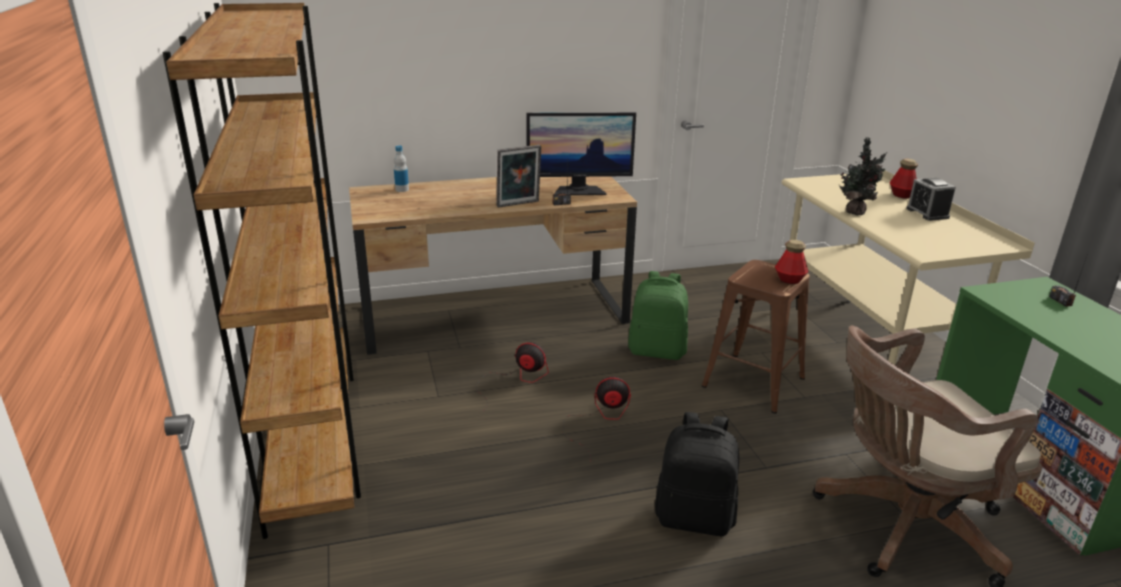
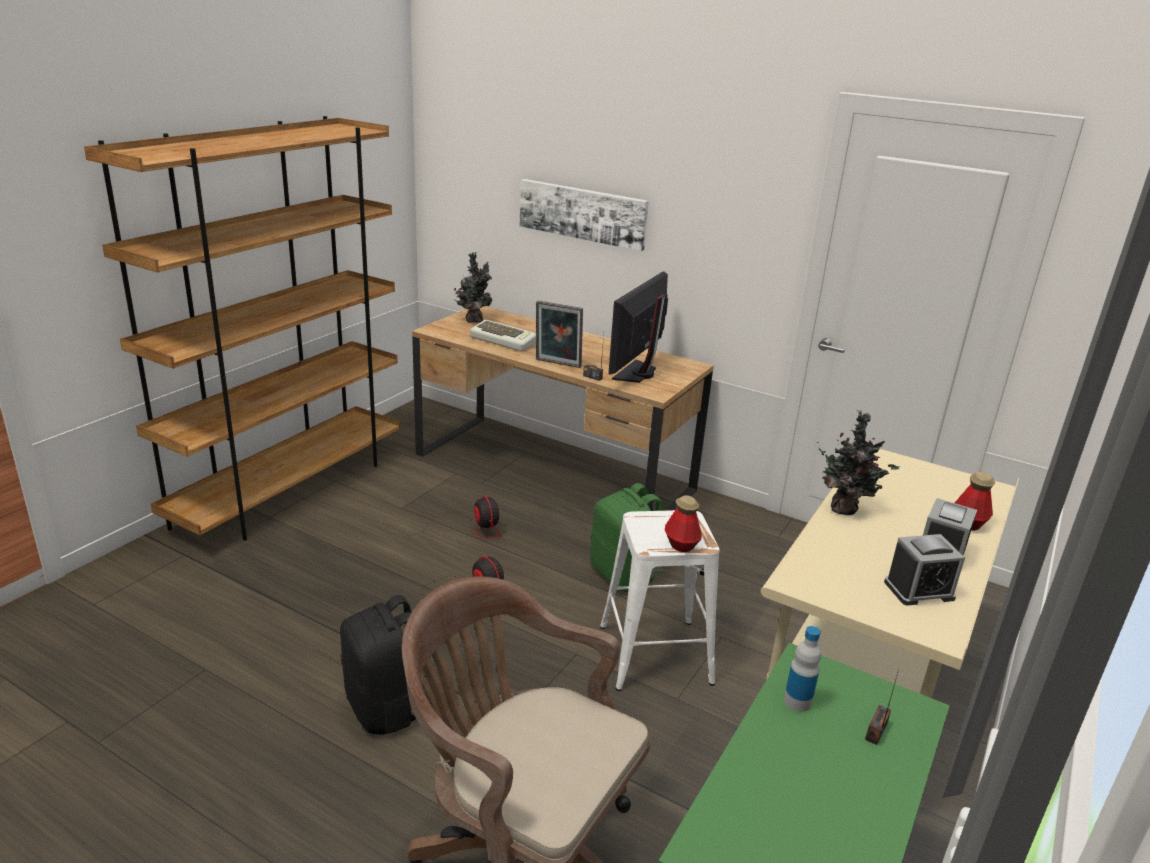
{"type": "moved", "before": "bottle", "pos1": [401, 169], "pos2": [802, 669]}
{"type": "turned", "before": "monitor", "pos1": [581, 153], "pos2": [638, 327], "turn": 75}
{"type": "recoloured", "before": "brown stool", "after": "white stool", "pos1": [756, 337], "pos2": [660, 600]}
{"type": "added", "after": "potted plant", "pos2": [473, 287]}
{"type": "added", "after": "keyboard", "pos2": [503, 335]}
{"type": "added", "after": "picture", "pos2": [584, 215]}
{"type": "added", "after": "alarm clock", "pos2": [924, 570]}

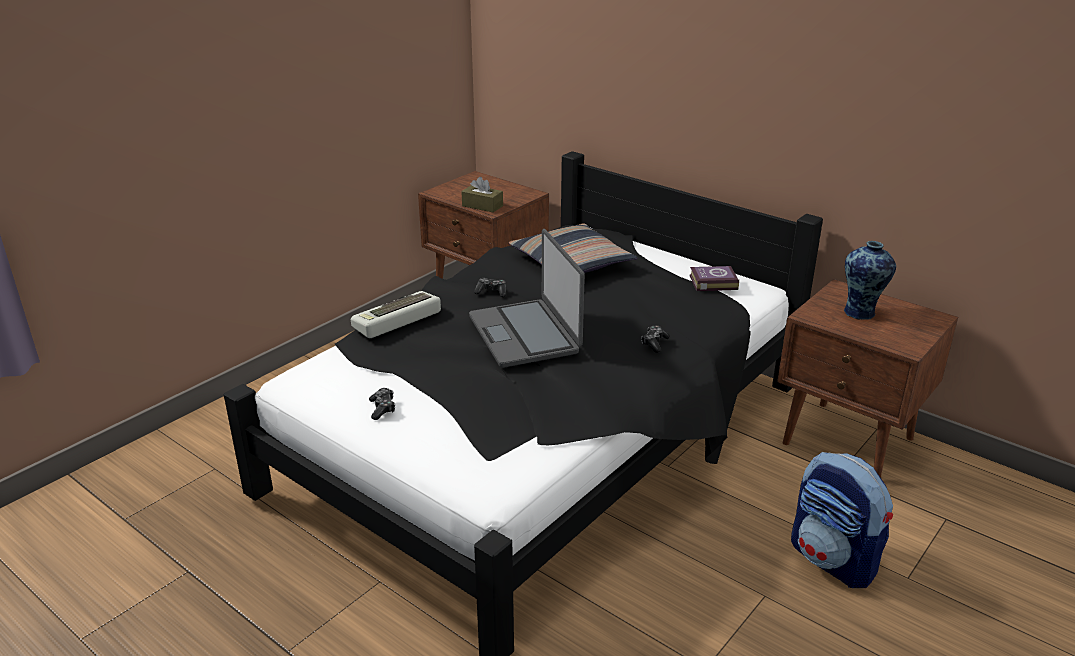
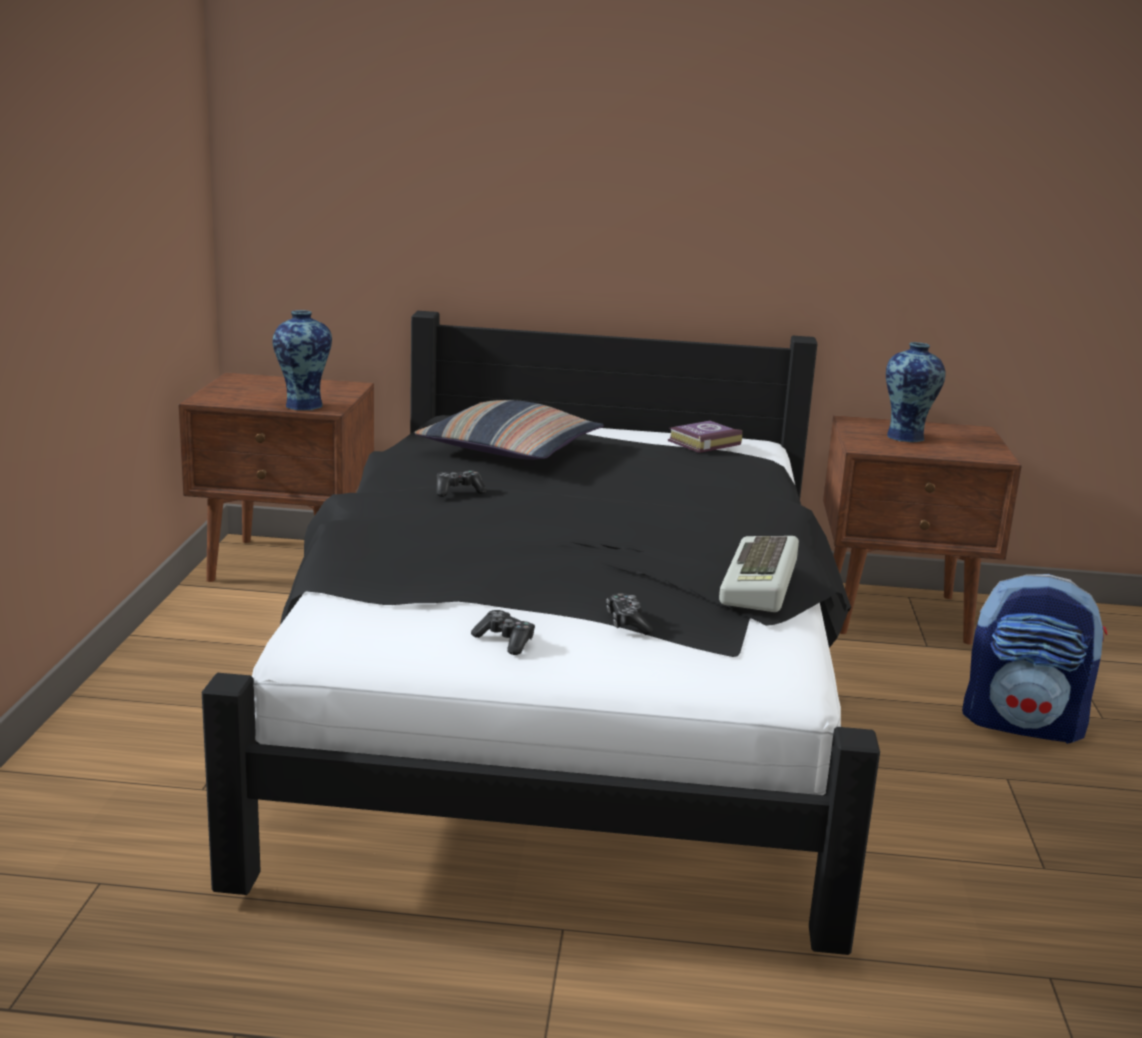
{"type": "moved", "before": "keyboard", "pos1": [396, 314], "pos2": [759, 574]}
{"type": "replaced", "before": "brown tissue box", "after": "vase", "pos1": [482, 195], "pos2": [302, 360]}
{"type": "removed", "before": "laptop", "pos1": [527, 298]}
{"type": "moved", "before": "game controller", "pos1": [655, 339], "pos2": [629, 614]}

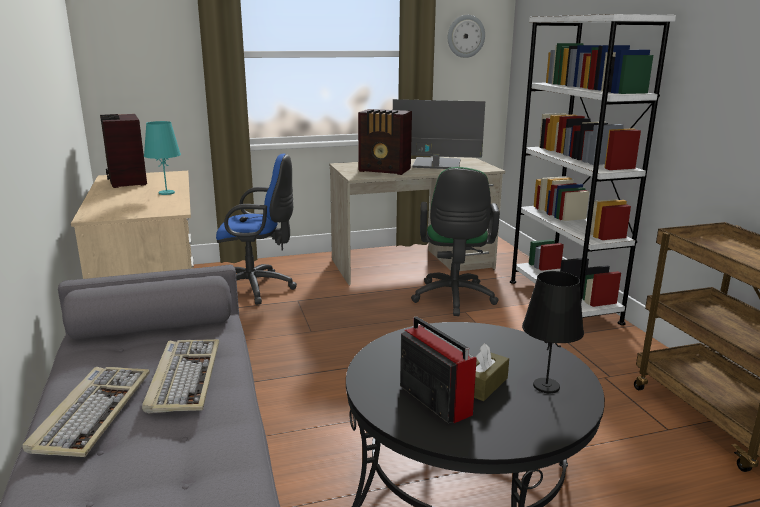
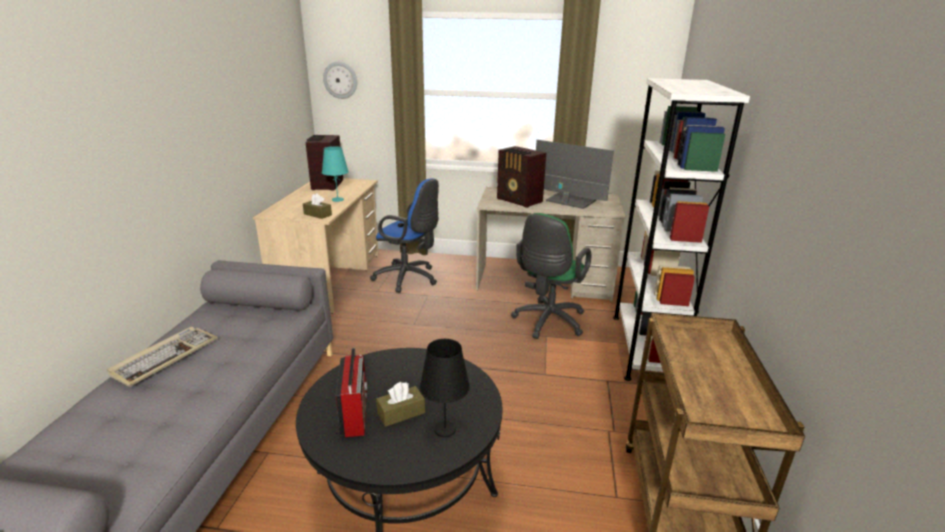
{"type": "removed", "before": "keyboard", "pos1": [180, 376]}
{"type": "moved", "before": "wall clock", "pos1": [466, 36], "pos2": [340, 80]}
{"type": "added", "after": "brown tissue box", "pos2": [317, 206]}

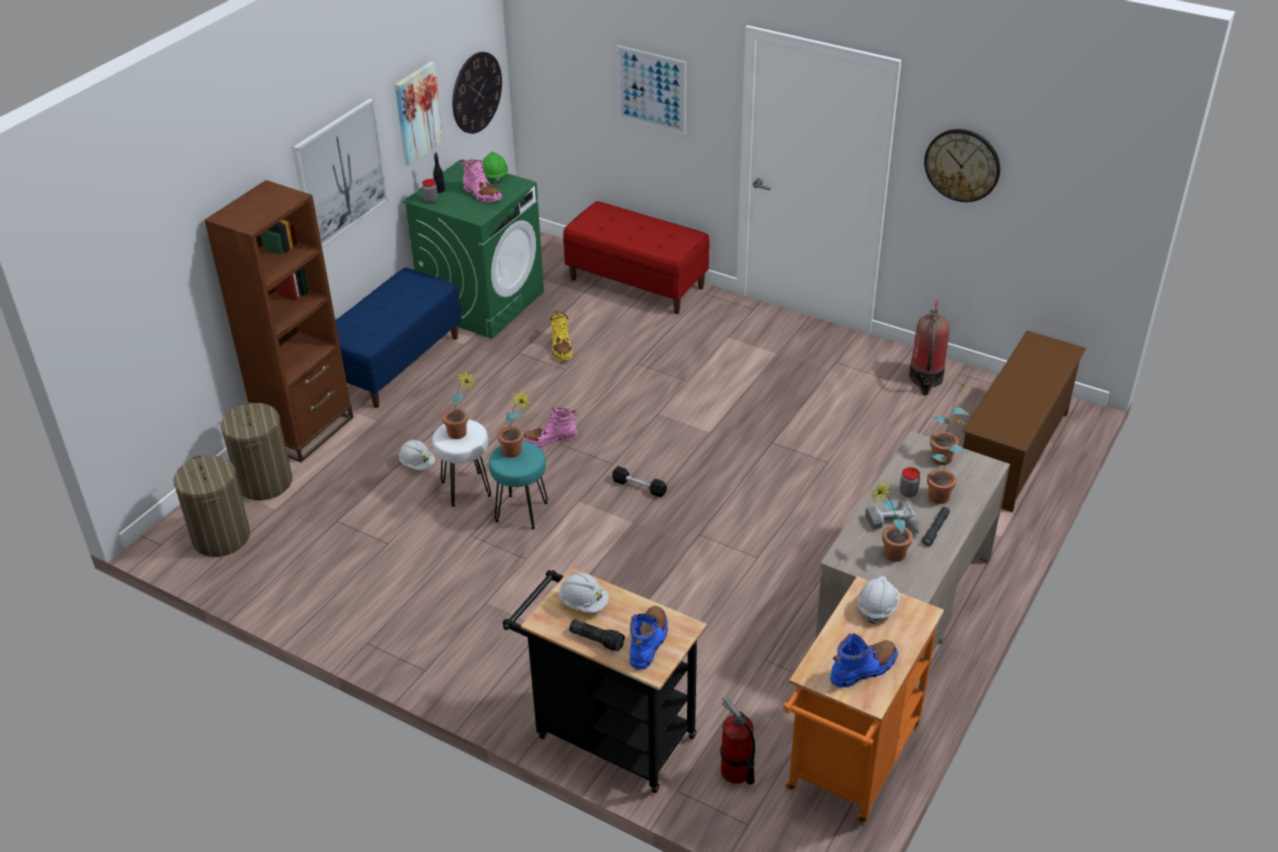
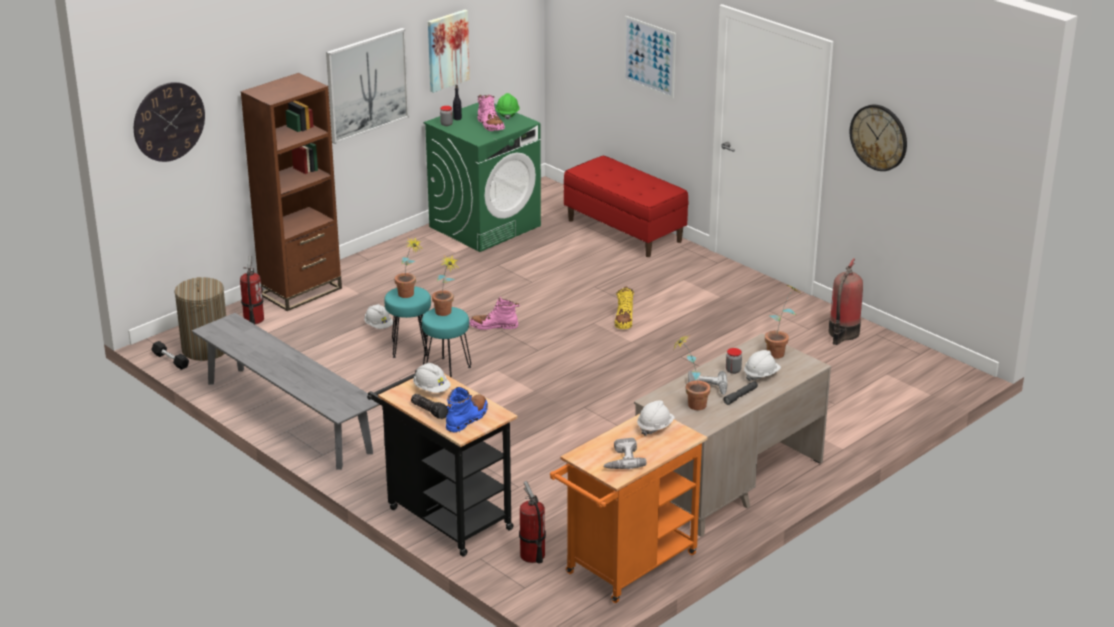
{"type": "replaced", "before": "laundry basket", "after": "fire extinguisher", "pos1": [256, 451], "pos2": [252, 290]}
{"type": "removed", "before": "blue bench", "pos1": [398, 337]}
{"type": "recoloured", "before": "white stool", "after": "turquoise stool", "pos1": [461, 463], "pos2": [407, 322]}
{"type": "moved", "before": "wall clock", "pos1": [477, 93], "pos2": [169, 122]}
{"type": "moved", "before": "yellow boot", "pos1": [561, 335], "pos2": [624, 307]}
{"type": "moved", "before": "black dumbbell", "pos1": [639, 481], "pos2": [170, 355]}
{"type": "replaced", "before": "blue boot", "after": "power drill", "pos1": [864, 660], "pos2": [625, 453]}
{"type": "replaced", "before": "potted plant", "after": "white hard hat", "pos1": [949, 461], "pos2": [762, 365]}
{"type": "removed", "before": "brown shoe rack", "pos1": [1024, 421]}
{"type": "added", "after": "grey bench", "pos2": [286, 391]}

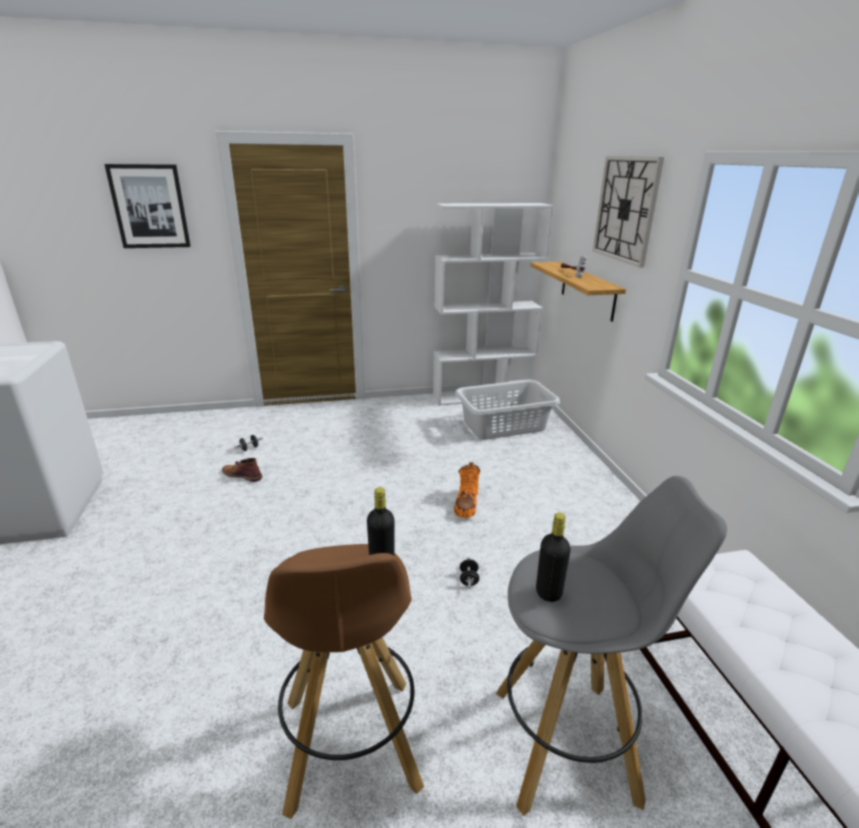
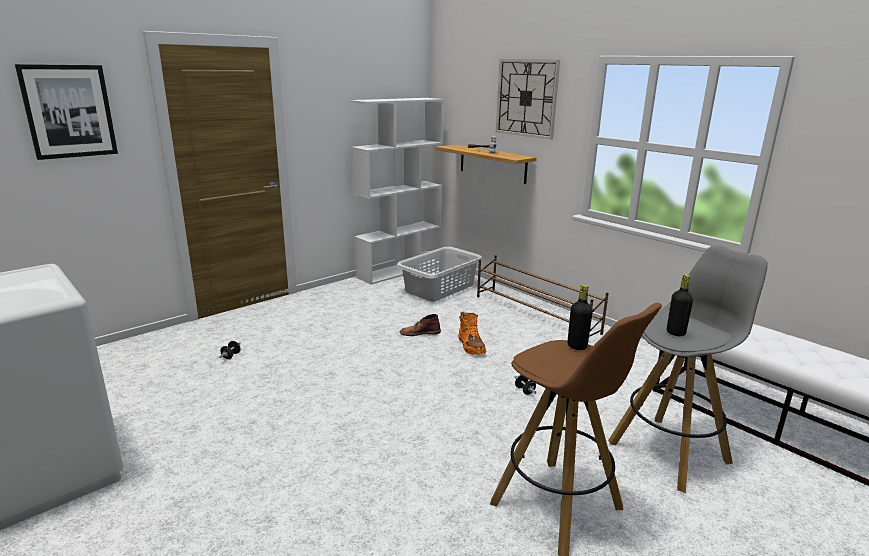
{"type": "moved", "before": "brown boot", "pos1": [242, 470], "pos2": [420, 325]}
{"type": "added", "after": "brown shoe rack", "pos2": [543, 296]}

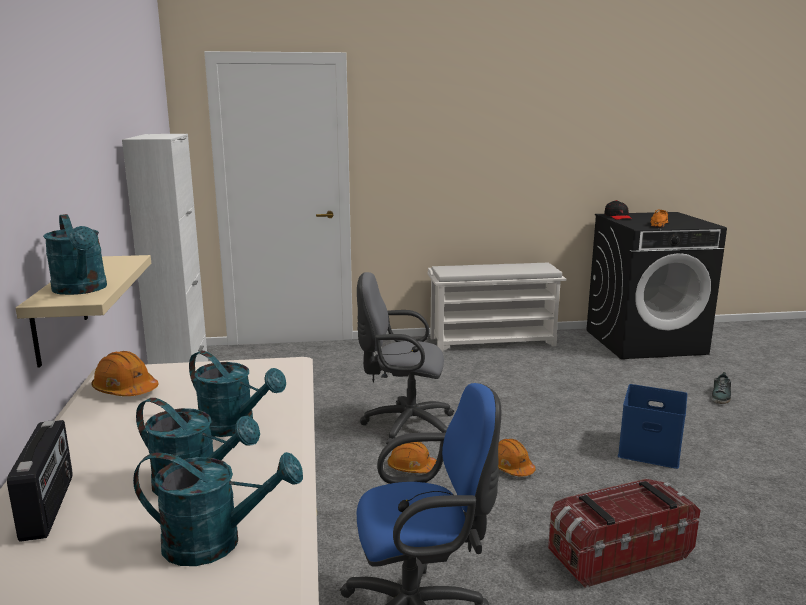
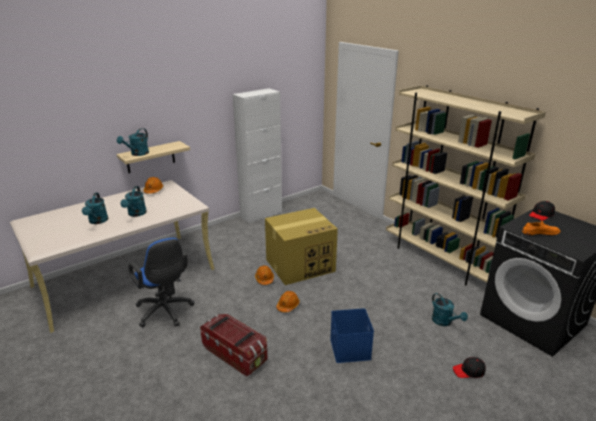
{"type": "removed", "before": "radio", "pos1": [39, 481]}
{"type": "moved", "before": "turquoise watering can", "pos1": [218, 509], "pos2": [450, 309]}
{"type": "replaced", "before": "grey office chair", "after": "cardboard box", "pos1": [405, 358], "pos2": [301, 246]}
{"type": "replaced", "before": "white shoe rack", "after": "beige bookcase", "pos1": [496, 307], "pos2": [466, 185]}
{"type": "replaced", "before": "shoe", "after": "black cap", "pos1": [721, 388], "pos2": [469, 367]}

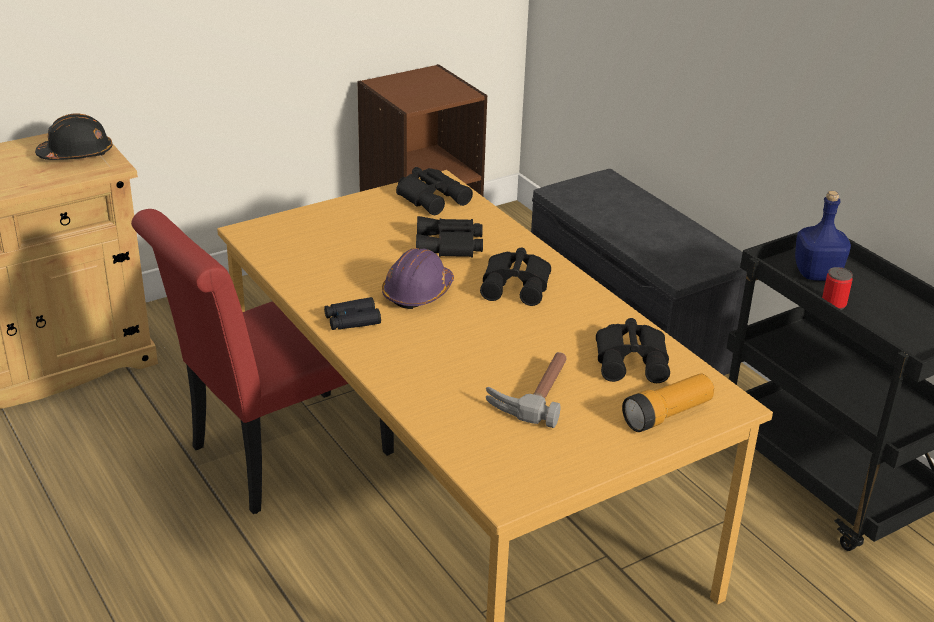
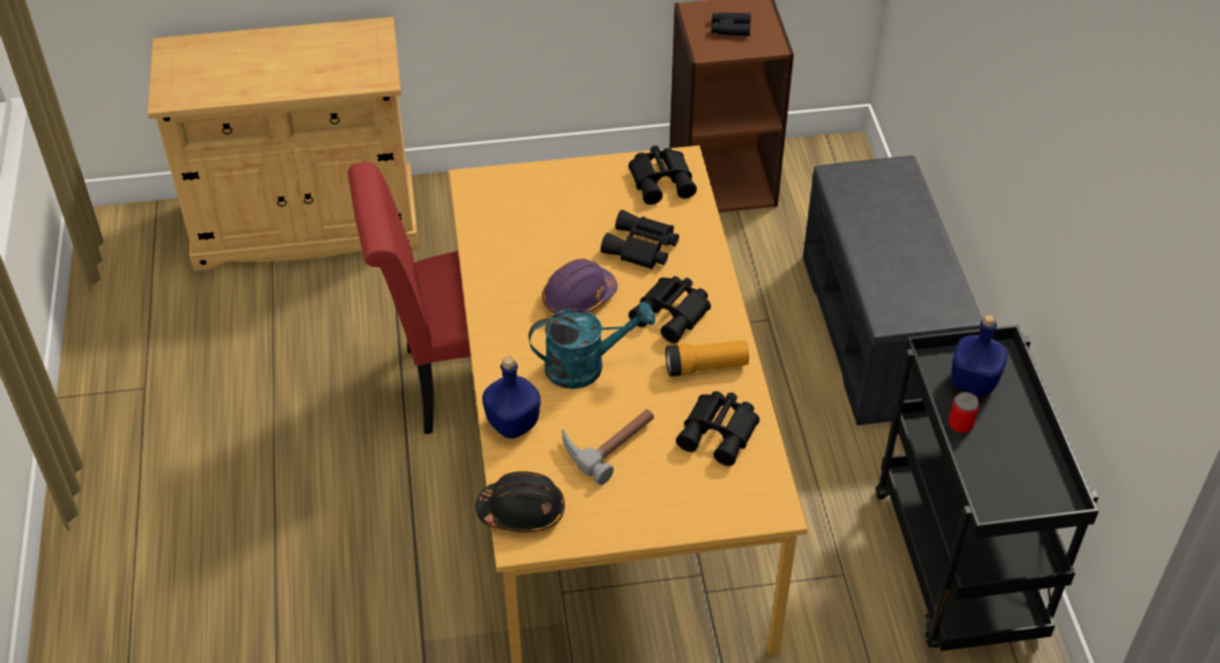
{"type": "moved", "before": "black hard hat", "pos1": [73, 137], "pos2": [520, 501]}
{"type": "moved", "before": "black binoculars", "pos1": [352, 313], "pos2": [731, 24]}
{"type": "moved", "before": "flashlight", "pos1": [668, 402], "pos2": [707, 358]}
{"type": "added", "after": "blue bottle", "pos2": [511, 398]}
{"type": "added", "after": "turquoise watering can", "pos2": [592, 345]}

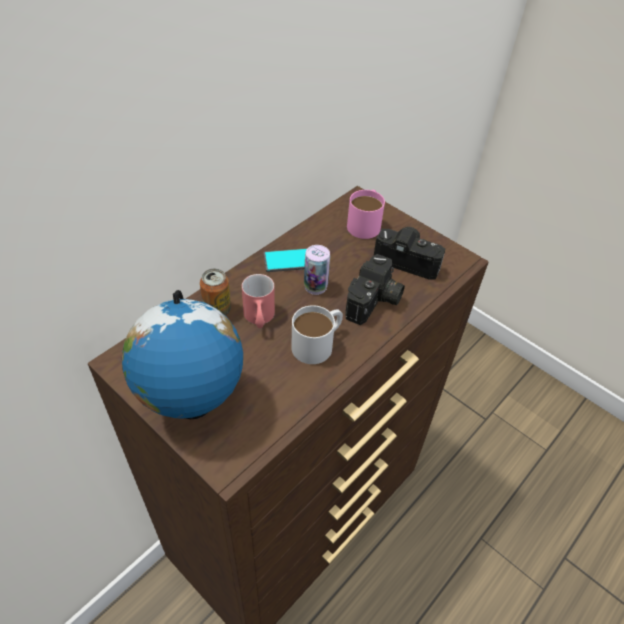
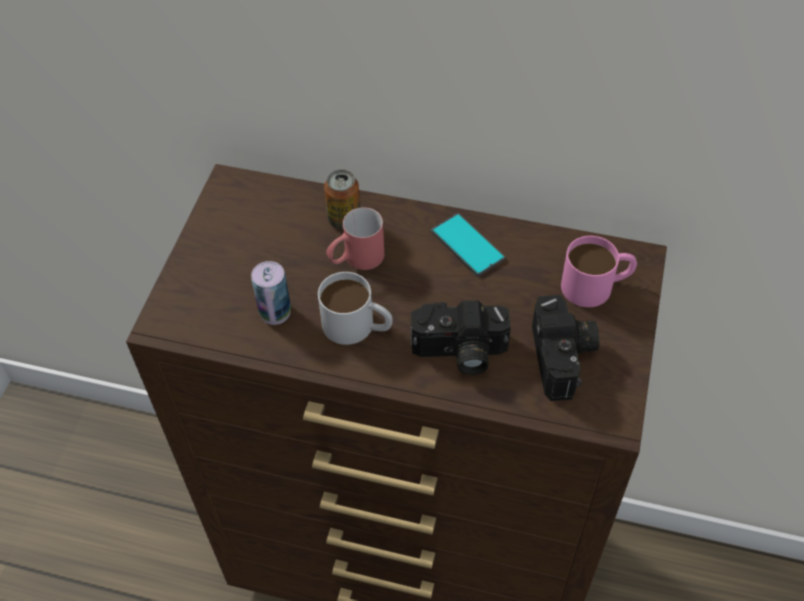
{"type": "removed", "before": "globe", "pos1": [182, 354]}
{"type": "moved", "before": "can", "pos1": [317, 270], "pos2": [271, 293]}

